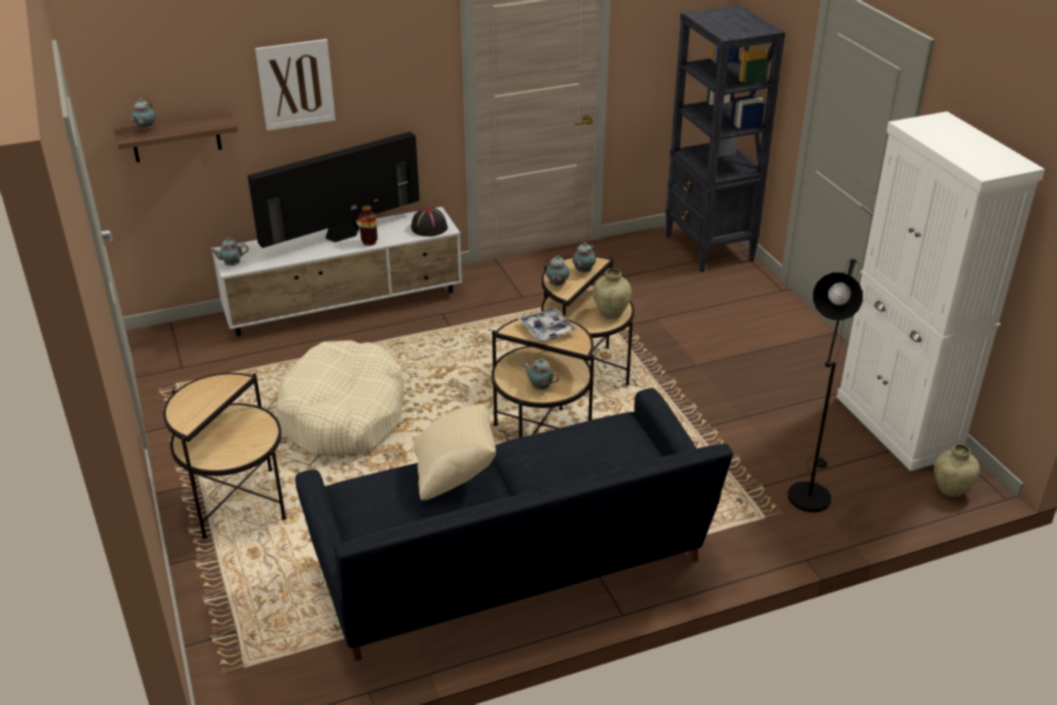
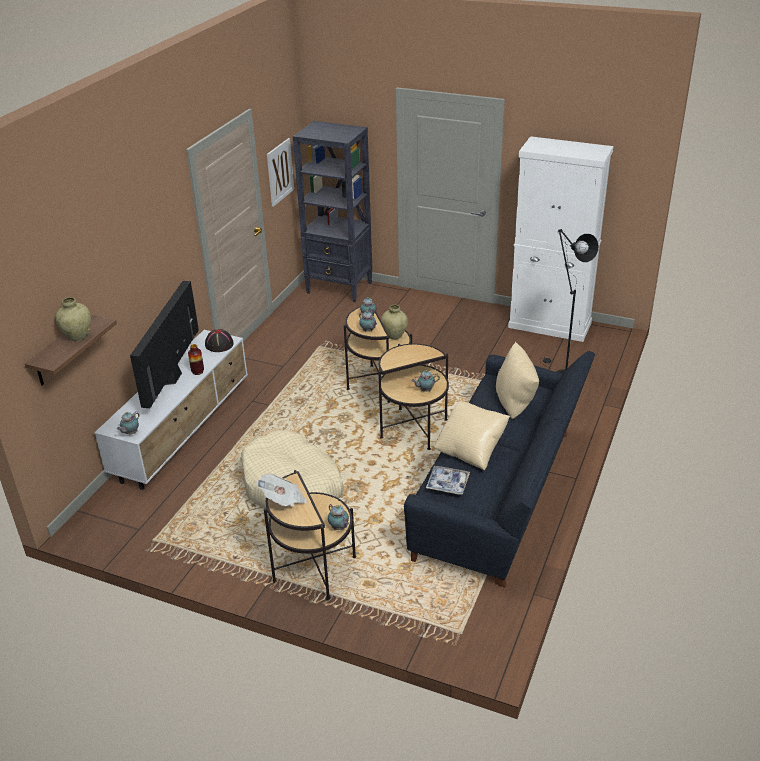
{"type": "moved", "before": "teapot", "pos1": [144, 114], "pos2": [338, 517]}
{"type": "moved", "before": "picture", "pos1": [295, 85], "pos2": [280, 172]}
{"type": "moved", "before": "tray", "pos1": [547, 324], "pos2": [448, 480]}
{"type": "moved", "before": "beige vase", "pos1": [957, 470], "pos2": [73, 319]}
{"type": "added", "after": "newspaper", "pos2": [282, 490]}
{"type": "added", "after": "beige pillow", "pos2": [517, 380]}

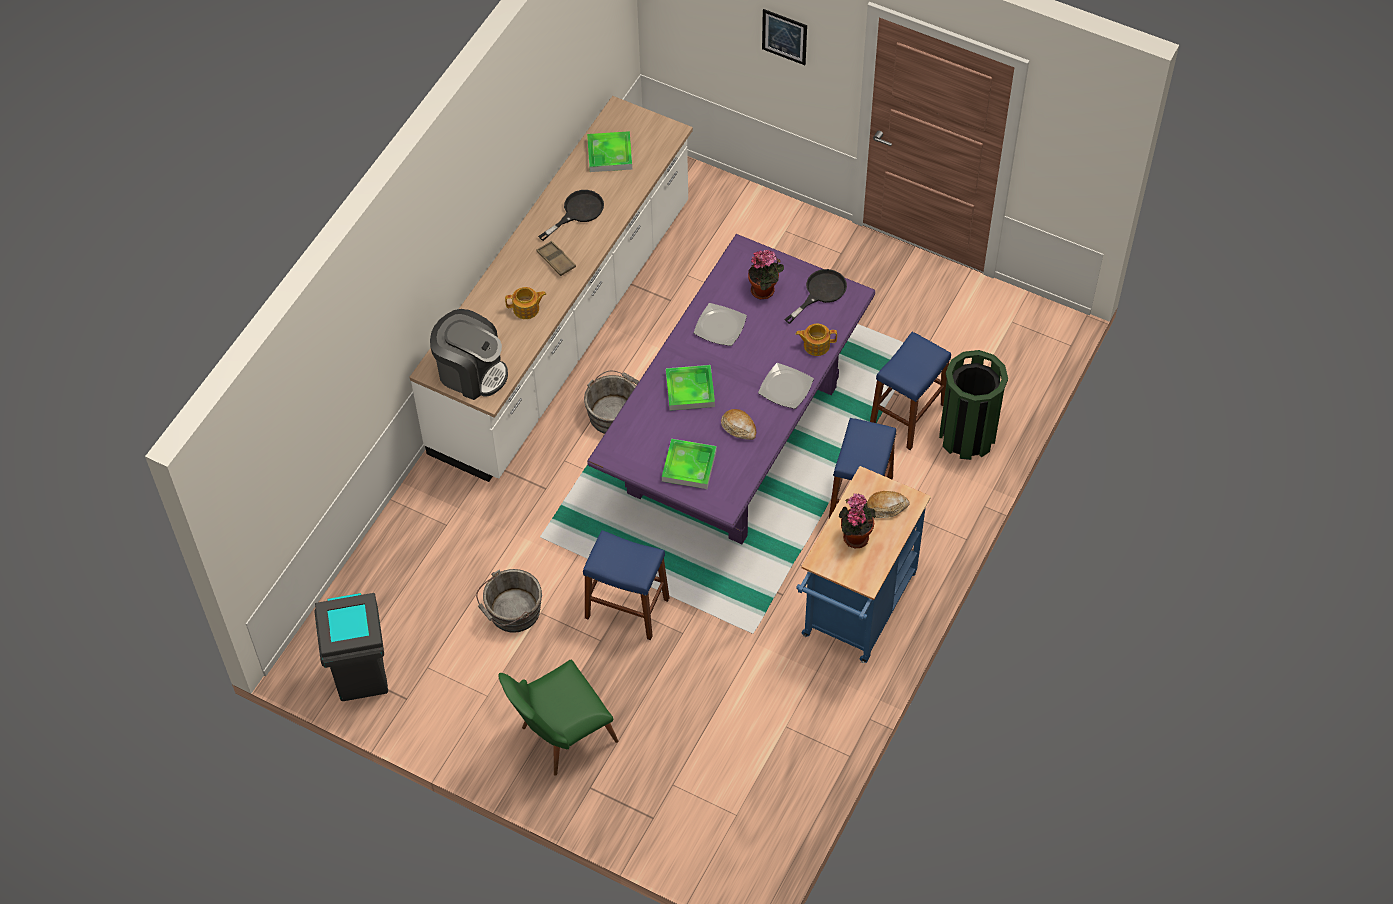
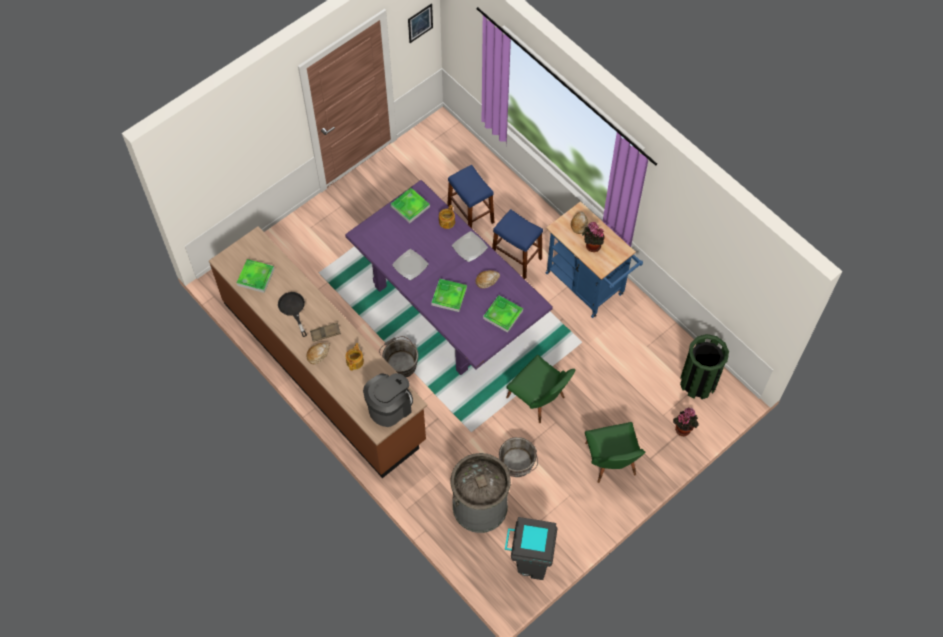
{"type": "recoloured", "before": "white counter", "after": "brown counter", "pos1": [551, 289], "pos2": [318, 352]}
{"type": "replaced", "before": "blue stool", "after": "green chair", "pos1": [626, 585], "pos2": [540, 389]}
{"type": "moved", "before": "potted plant", "pos1": [766, 275], "pos2": [686, 422]}
{"type": "moved", "before": "picture", "pos1": [784, 37], "pos2": [420, 23]}
{"type": "replaced", "before": "black frying pan", "after": "tray", "pos1": [815, 296], "pos2": [410, 205]}
{"type": "moved", "before": "green trash can", "pos1": [973, 405], "pos2": [704, 366]}
{"type": "added", "after": "bread", "pos2": [318, 353]}
{"type": "added", "after": "grey trash can", "pos2": [481, 493]}

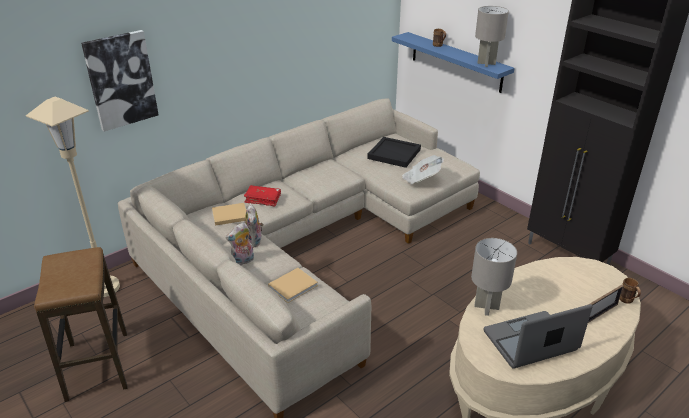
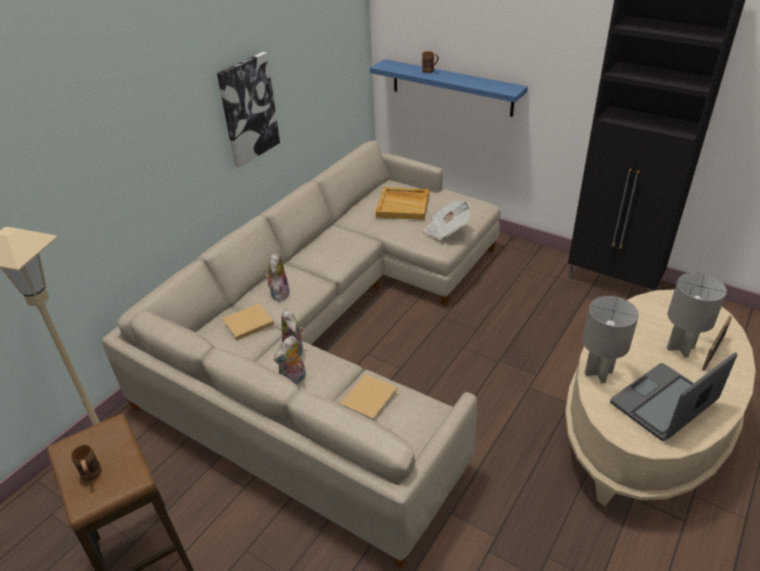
{"type": "moved", "before": "picture", "pos1": [120, 80], "pos2": [248, 110]}
{"type": "replaced", "before": "red book", "after": "plush toy", "pos1": [262, 196], "pos2": [277, 277]}
{"type": "recoloured", "before": "black tray", "after": "beige tray", "pos1": [394, 152], "pos2": [402, 203]}
{"type": "moved", "before": "grey table lamp", "pos1": [492, 36], "pos2": [697, 315]}
{"type": "moved", "before": "brown mug", "pos1": [630, 291], "pos2": [86, 462]}

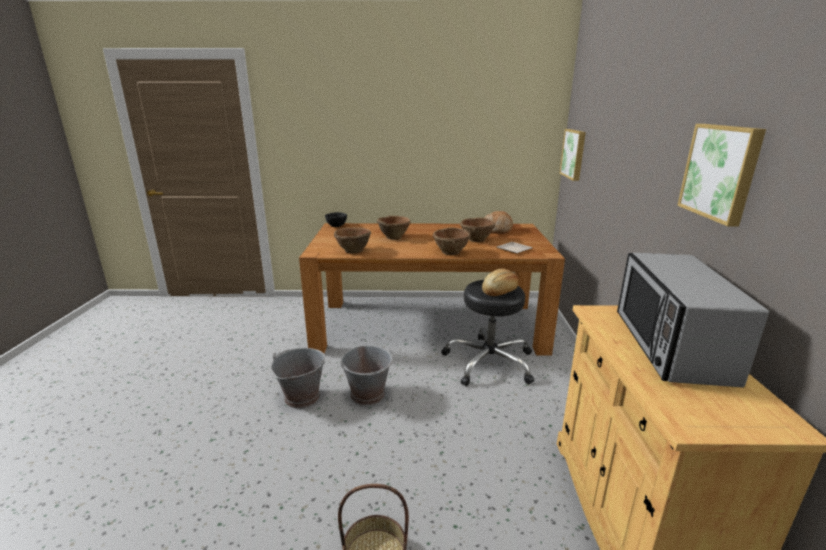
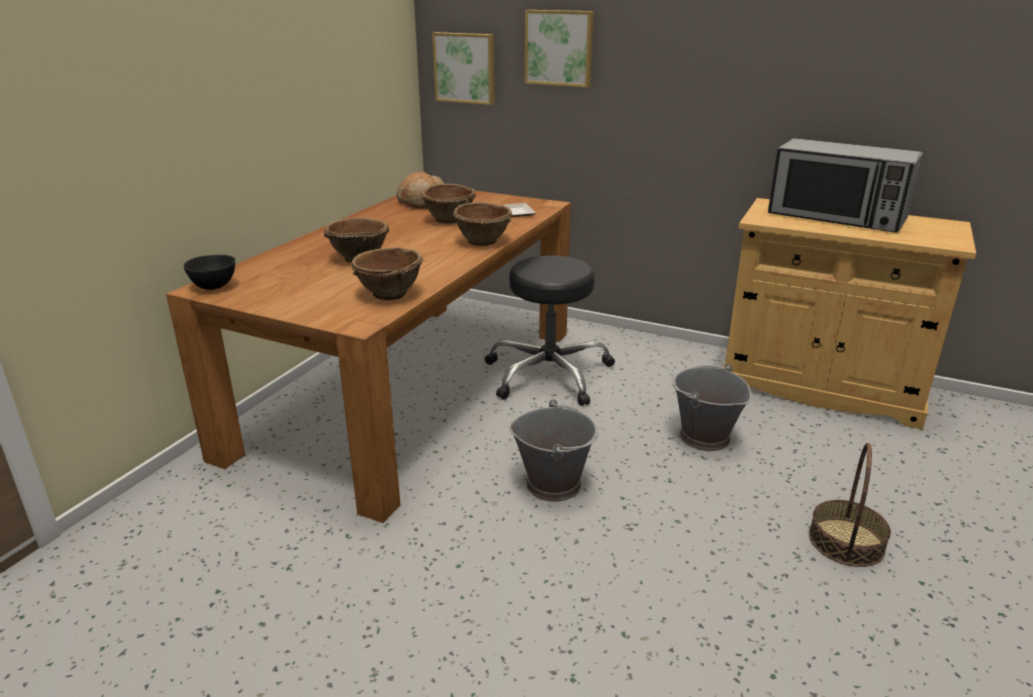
{"type": "moved", "before": "grey bucket", "pos1": [298, 378], "pos2": [711, 407]}
{"type": "removed", "before": "bread", "pos1": [500, 282]}
{"type": "moved", "before": "picture", "pos1": [721, 175], "pos2": [559, 48]}

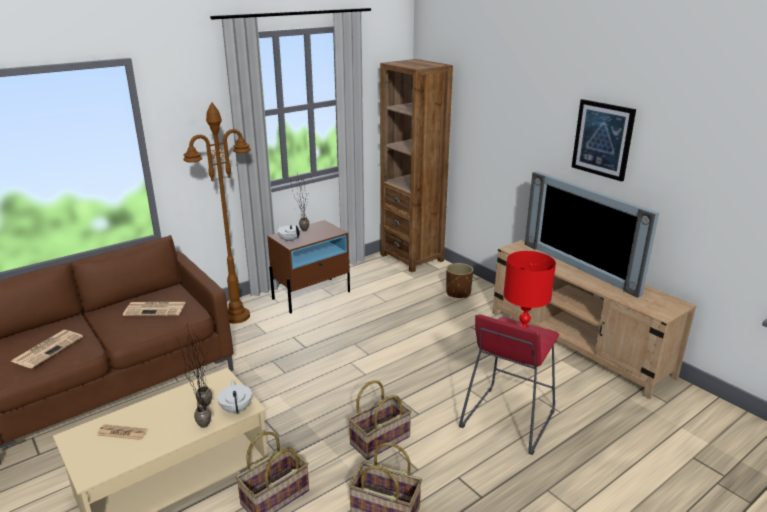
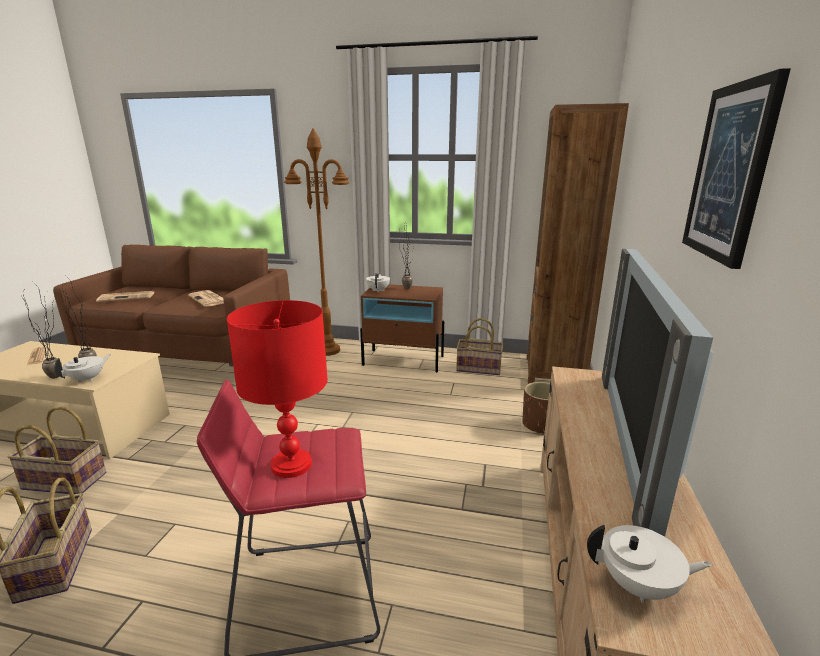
{"type": "moved", "before": "basket", "pos1": [380, 420], "pos2": [479, 346]}
{"type": "added", "after": "white teapot", "pos2": [649, 564]}

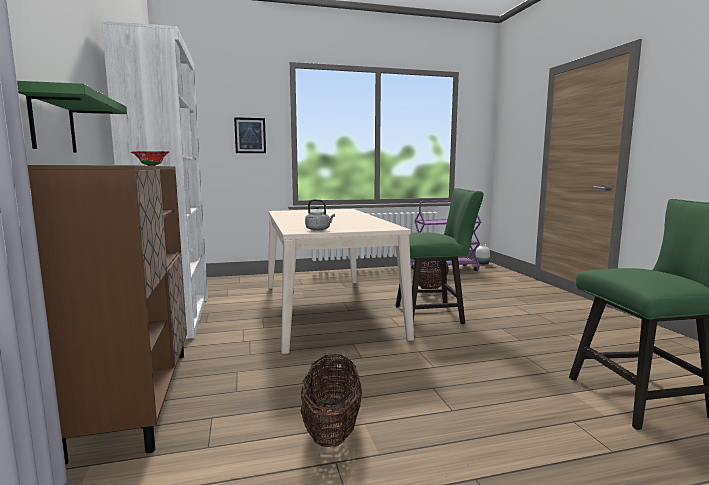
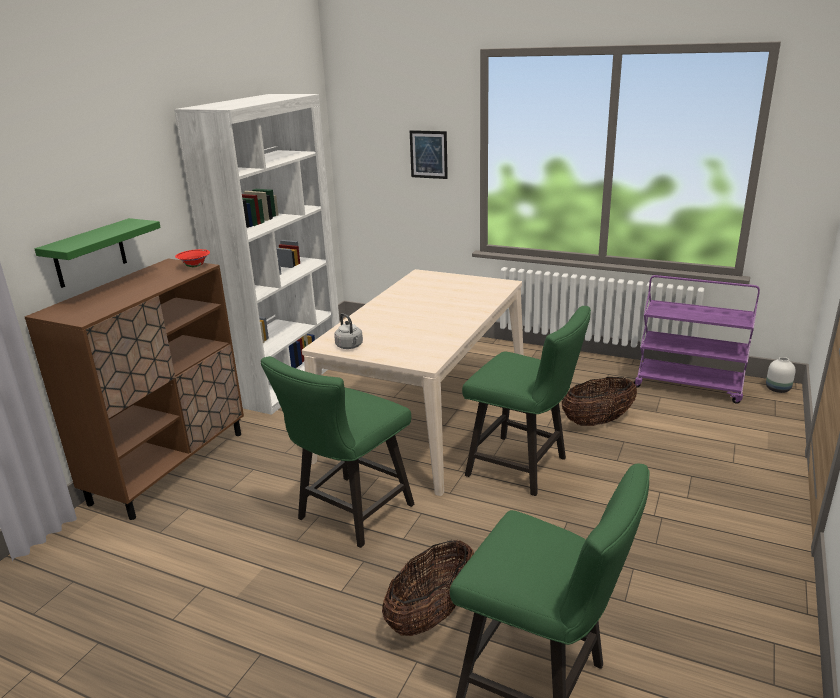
{"type": "moved", "before": "basket", "pos1": [331, 400], "pos2": [428, 587]}
{"type": "added", "after": "green chair", "pos2": [337, 452]}

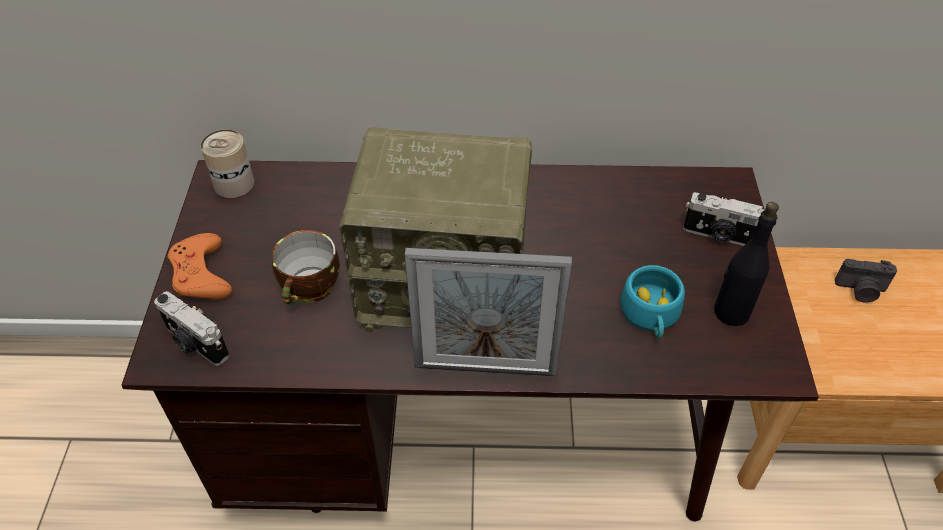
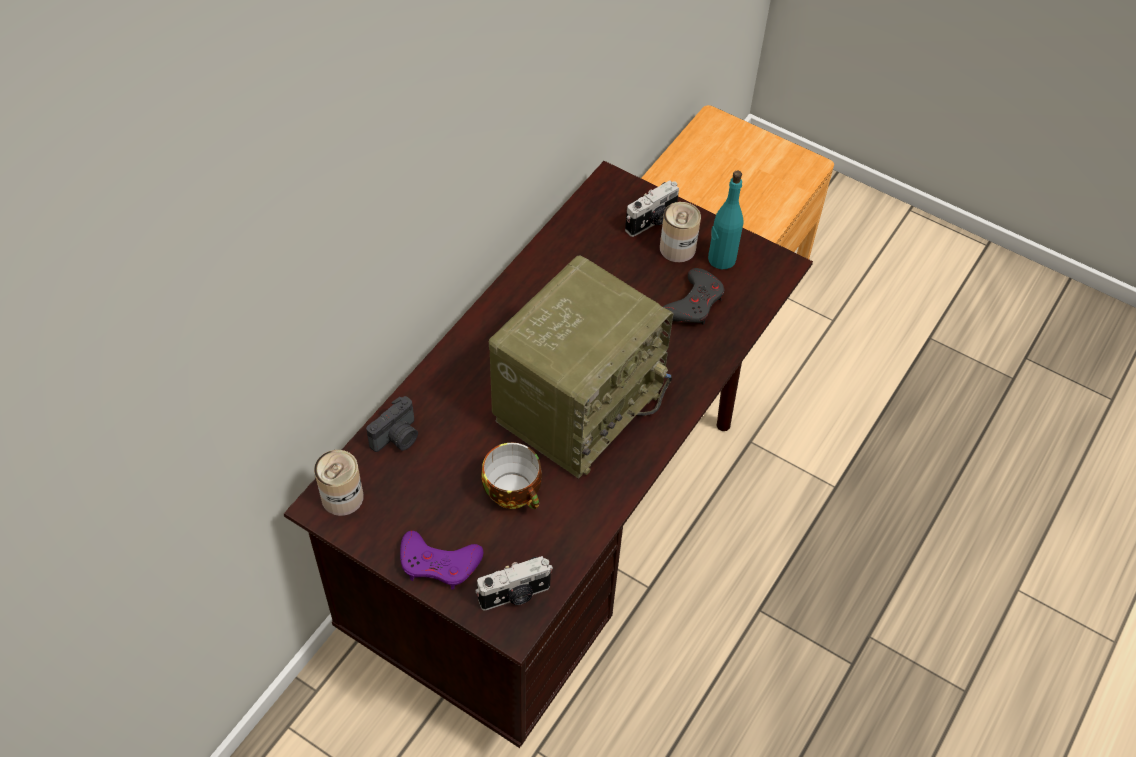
{"type": "recoloured", "before": "orange game controller", "after": "purple game controller", "pos1": [200, 266], "pos2": [441, 560]}
{"type": "removed", "before": "picture frame", "pos1": [488, 312]}
{"type": "replaced", "before": "turquoise cup", "after": "grey game controller", "pos1": [652, 302], "pos2": [693, 296]}
{"type": "recoloured", "before": "black bottle", "after": "turquoise bottle", "pos1": [746, 264], "pos2": [726, 220]}
{"type": "moved", "before": "photo camera", "pos1": [866, 280], "pos2": [392, 424]}
{"type": "added", "after": "can", "pos2": [680, 232]}

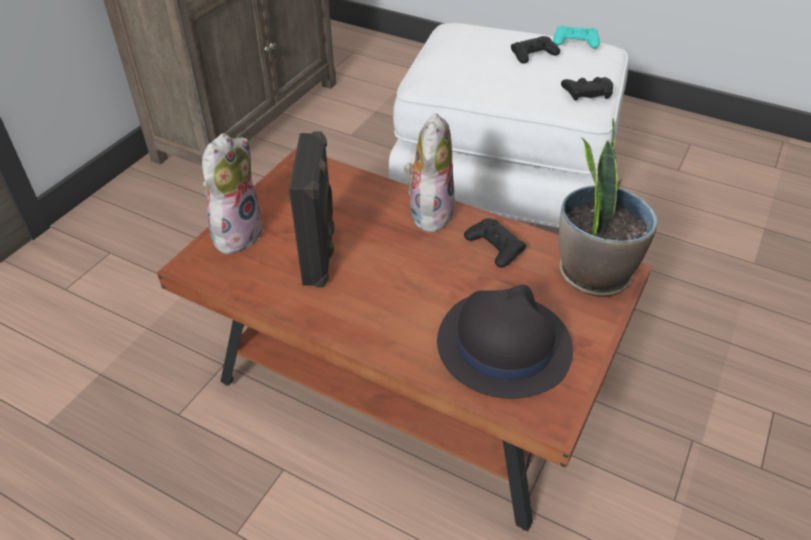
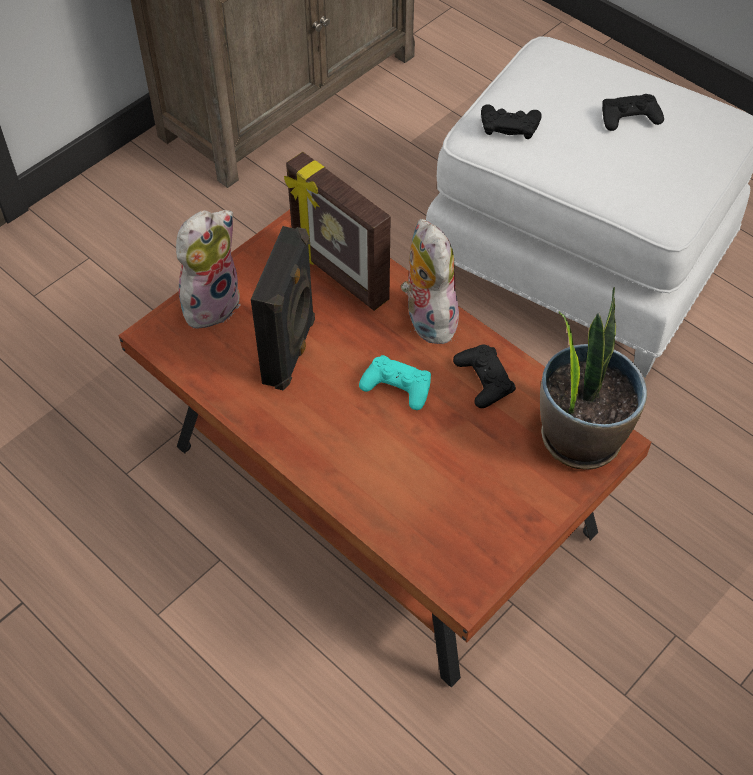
{"type": "turned", "before": "plush toy", "pos1": [429, 173], "pos2": [430, 281], "turn": -45}
{"type": "removed", "before": "black hat", "pos1": [505, 342]}
{"type": "moved", "before": "turquoise game controller", "pos1": [576, 37], "pos2": [395, 382]}
{"type": "moved", "before": "black game controller", "pos1": [587, 88], "pos2": [511, 121]}
{"type": "added", "after": "picture frame", "pos2": [337, 231]}

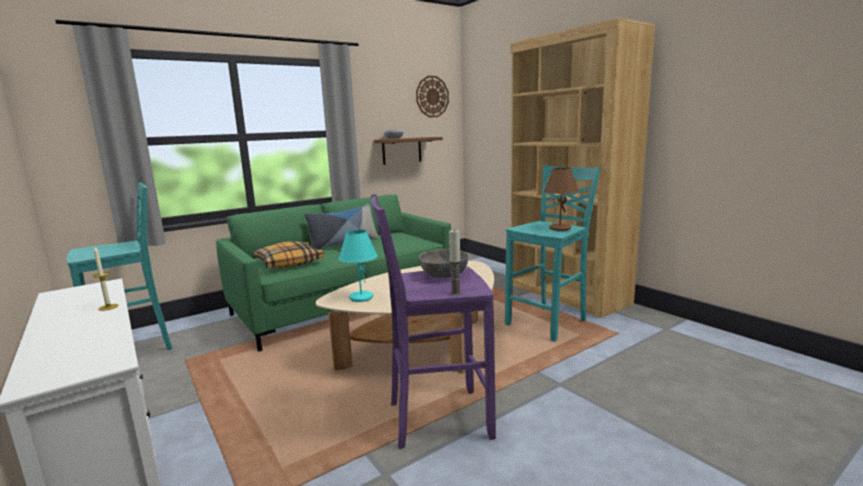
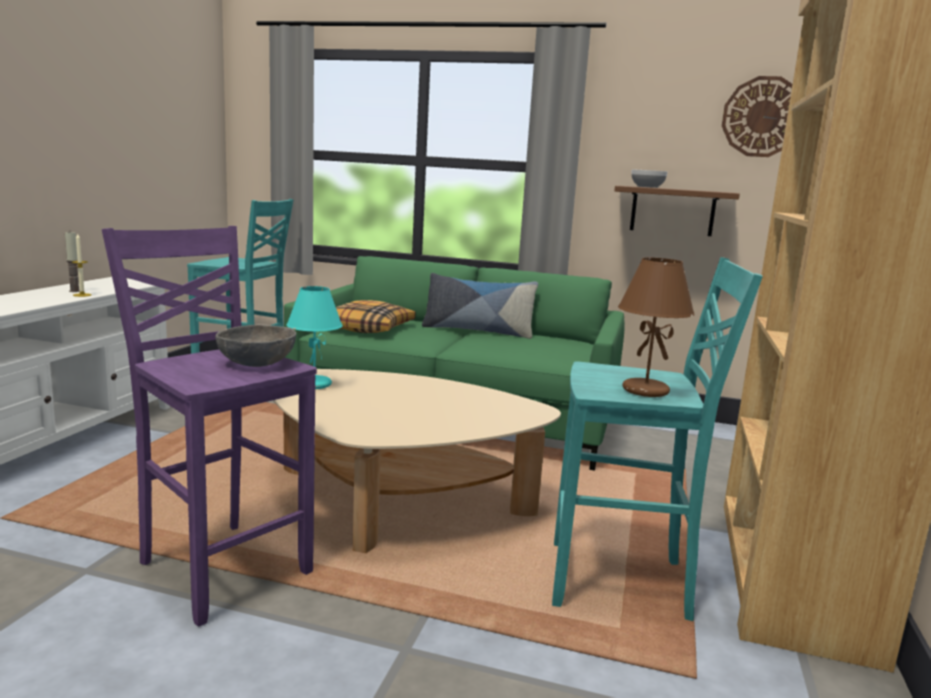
{"type": "moved", "before": "candle", "pos1": [455, 262], "pos2": [72, 261]}

